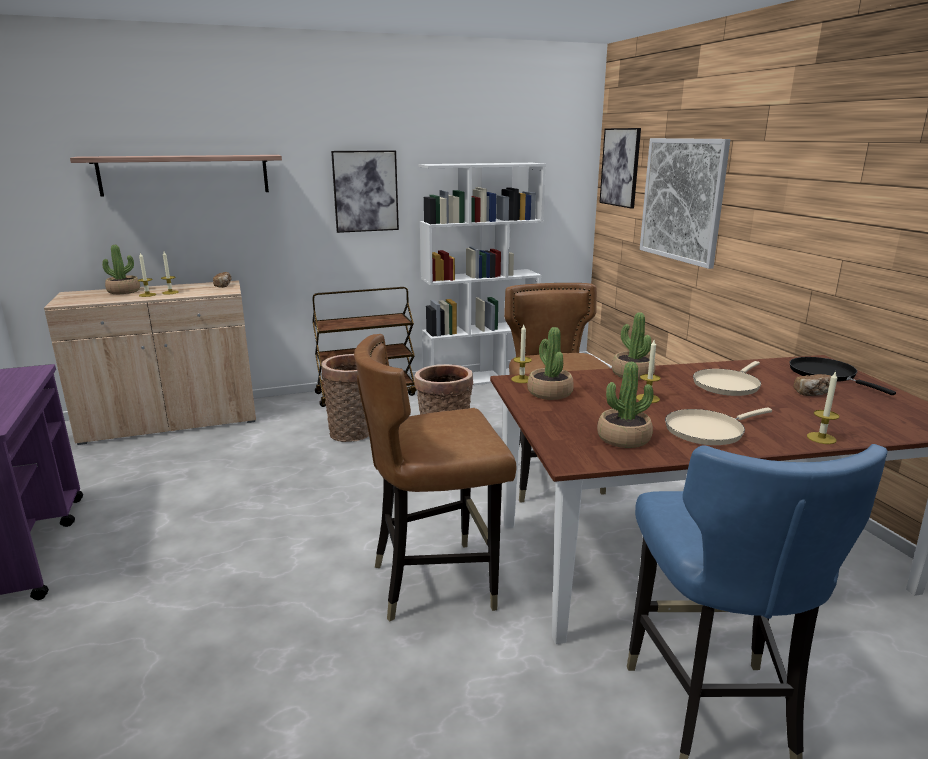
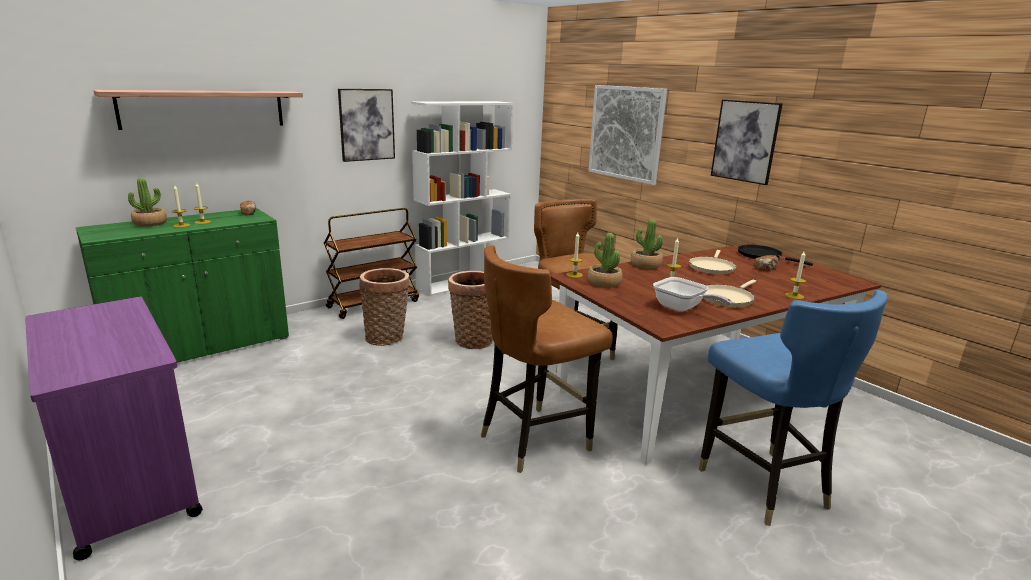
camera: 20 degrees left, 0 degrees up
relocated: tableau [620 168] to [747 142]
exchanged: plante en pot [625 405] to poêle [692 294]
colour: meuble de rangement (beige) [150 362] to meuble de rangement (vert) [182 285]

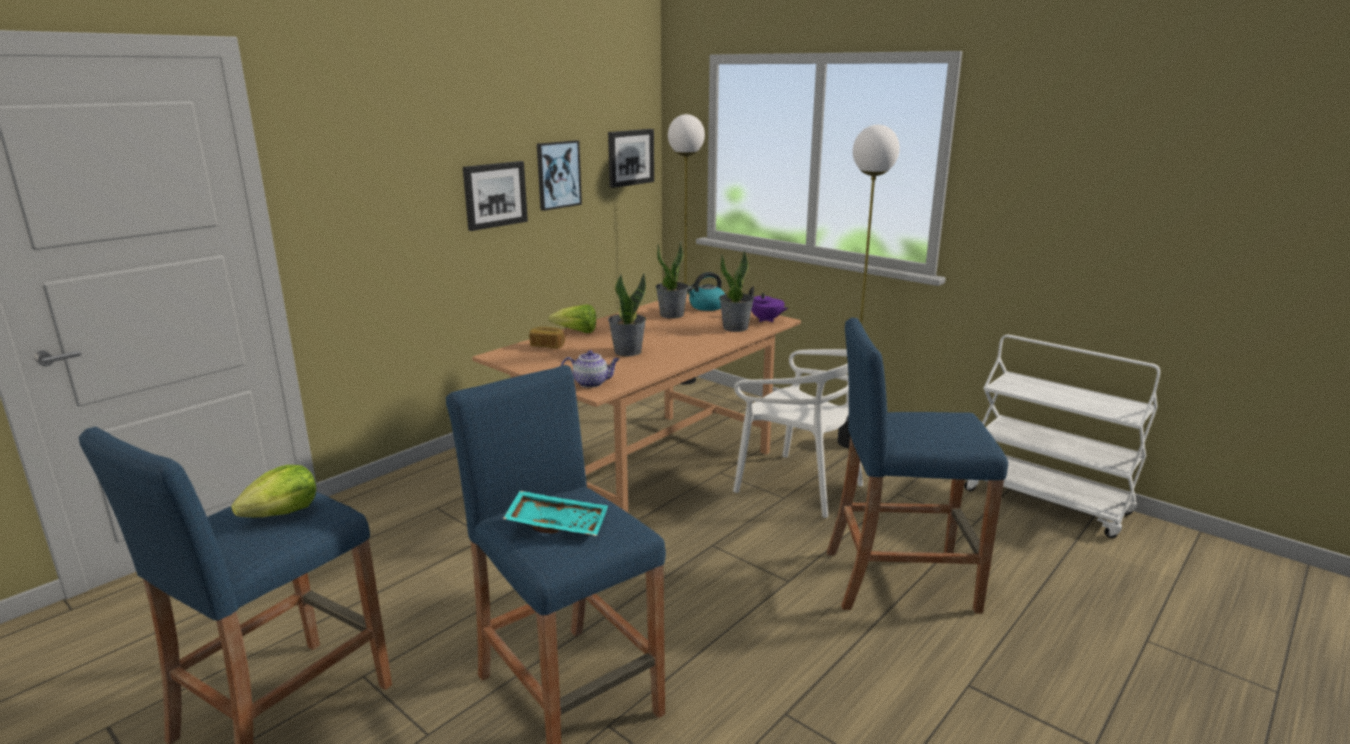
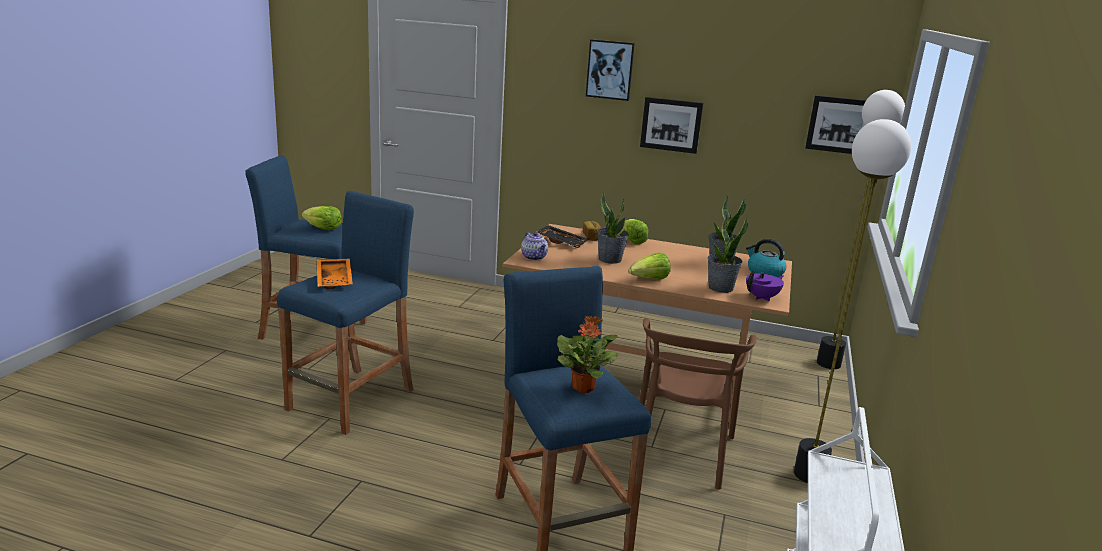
camera: 65 degrees right, 0 degrees up
appeared: plateau (noir) [563 236]; plante en pot [587 354]; laitue [650 266]
relocated: tableau [559 175] to [610 70]
colour: plateau (turquoise) [555 513] to plateau (orange) [335 274]; chaise (blanc) [798 433] to chaise (marron) [698 404]
spun: théière (violet) [768 304] = [765 285] 150 degrees counterclockwise

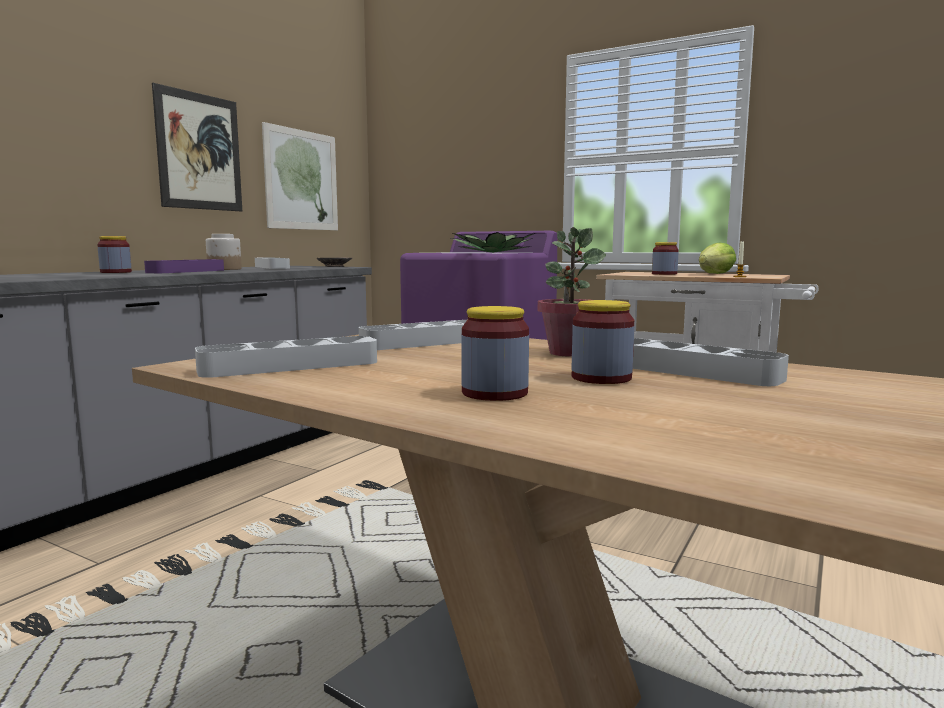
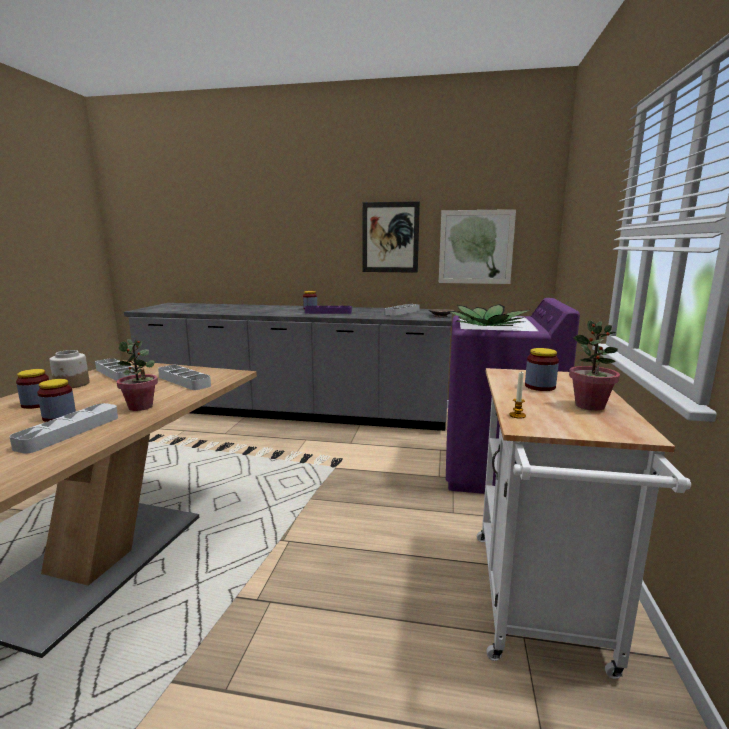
camera: 70 degrees right, 5 degrees up
relocated: bocal [224 252] to [69 369]
exchanged: laitue [717 258] to plante en pot [594 365]

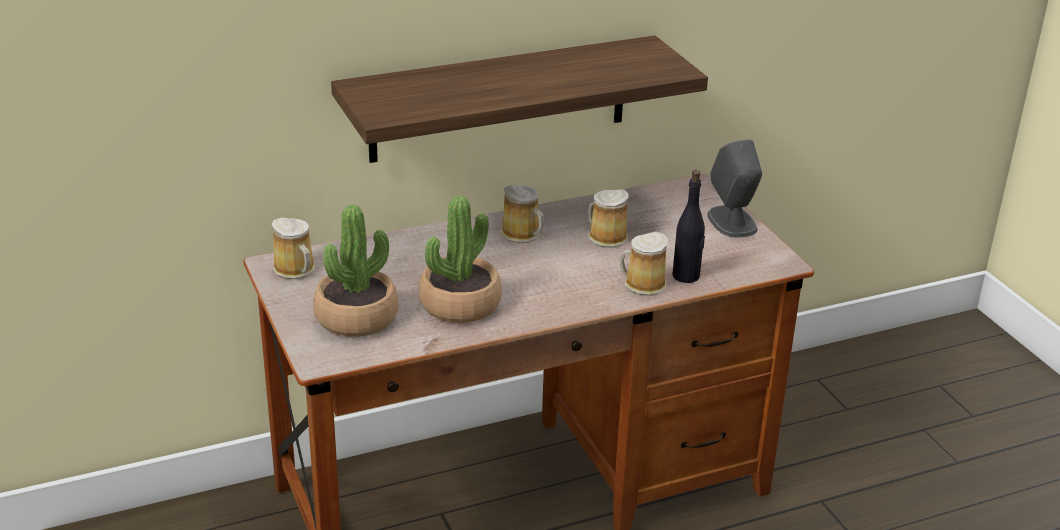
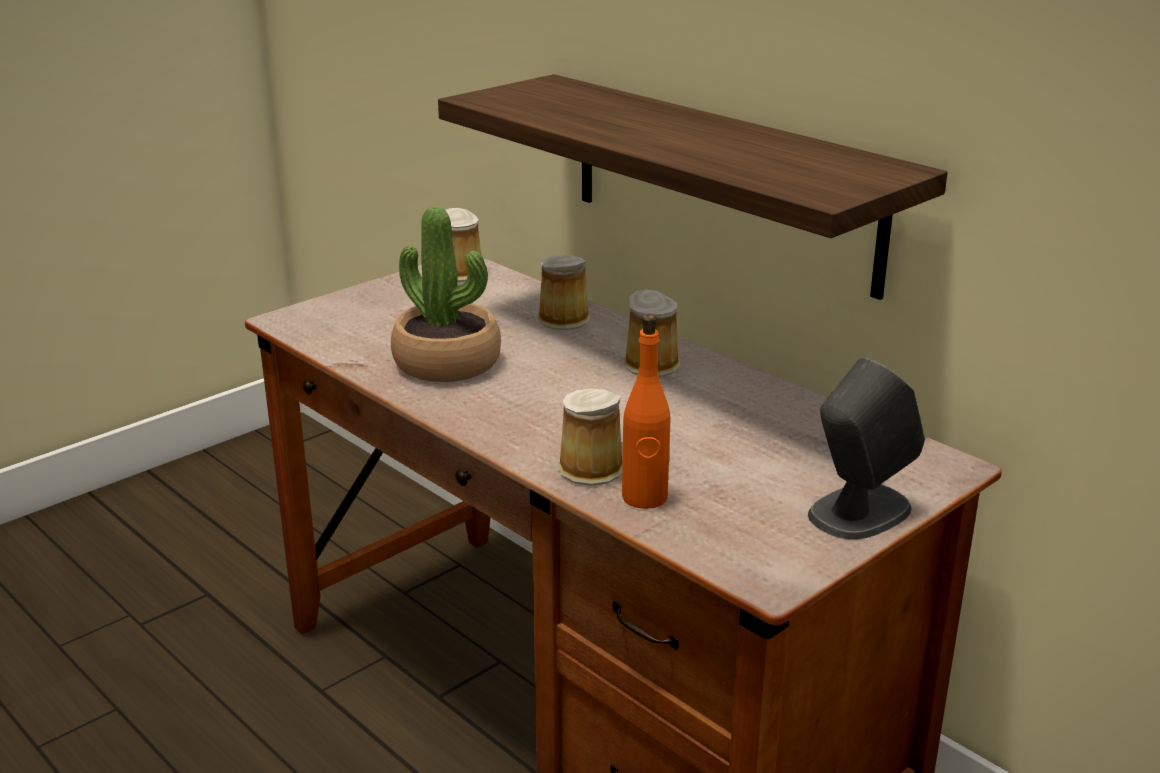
camera: 70 degrees right, 5 degrees down
missing: plante en pot [355 270]
relocated: mug [608 218] to [563 292]
colour: bouteille (noir) [688 226] to bouteille (orange) [646 411]

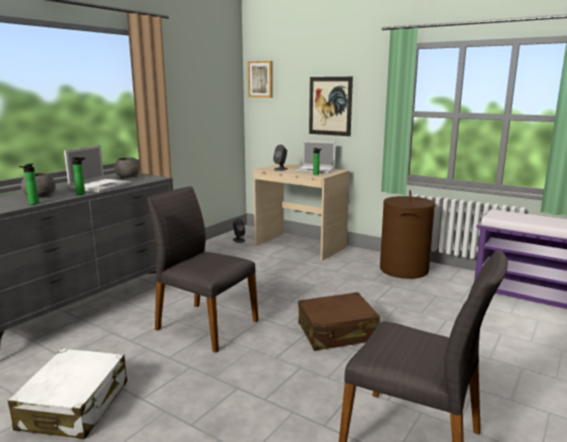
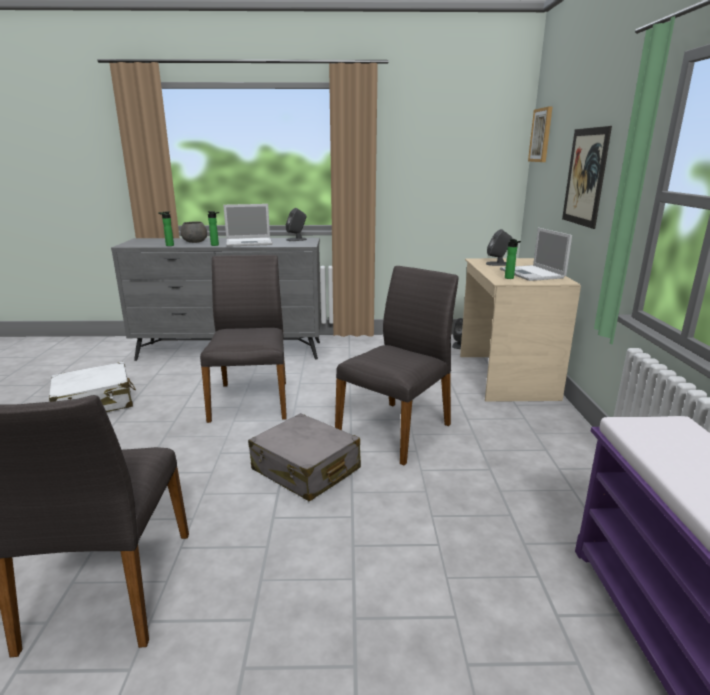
camera: 55 degrees right, 5 degrees up
missing: panier à linge (marron) [408 234]
appeared: chaise (gris) [396 366]
exchanged: bol (gris) [127 167] to enceinte (gris) [296 224]
colour: valise (marron) [339 321] to valise (gris) [304 457]

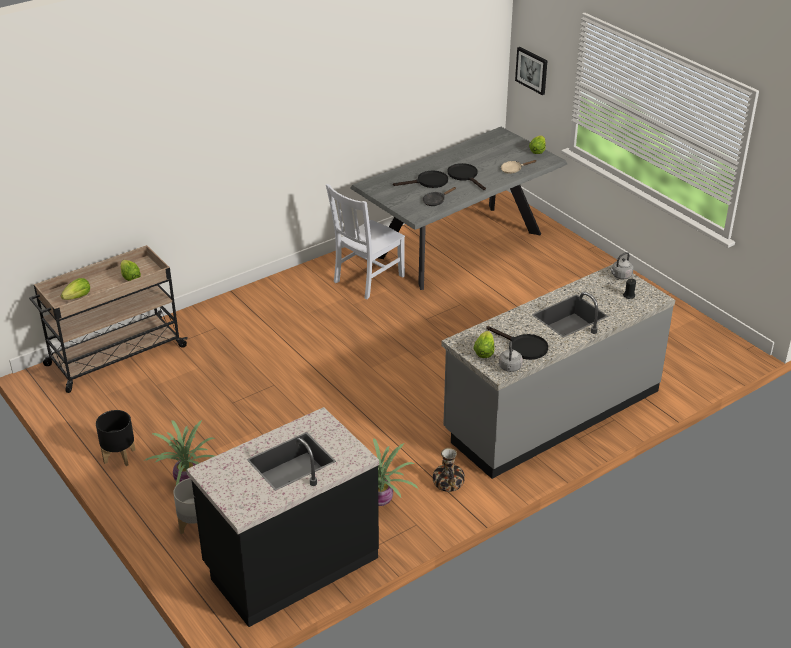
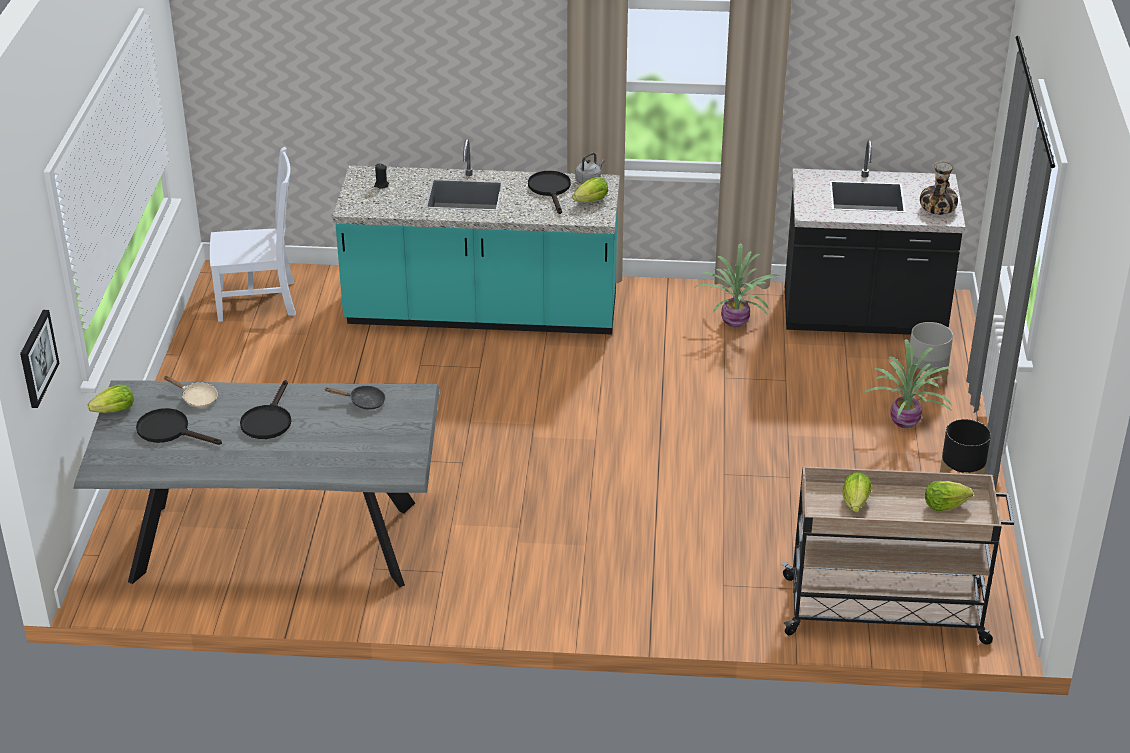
camera: 140 degrees left, 0 degrees up
missing: bouilloire (gris) [621 265]
relocated: poêle (noir) [420 179] to [179 426]; chaise (blanc) [365 241] to [253 234]; vase [449 470] to [939 188]
colour: comptoir de cuisine (gris) [558 371] to comptoir de cuisine (turquoise) [476 236]

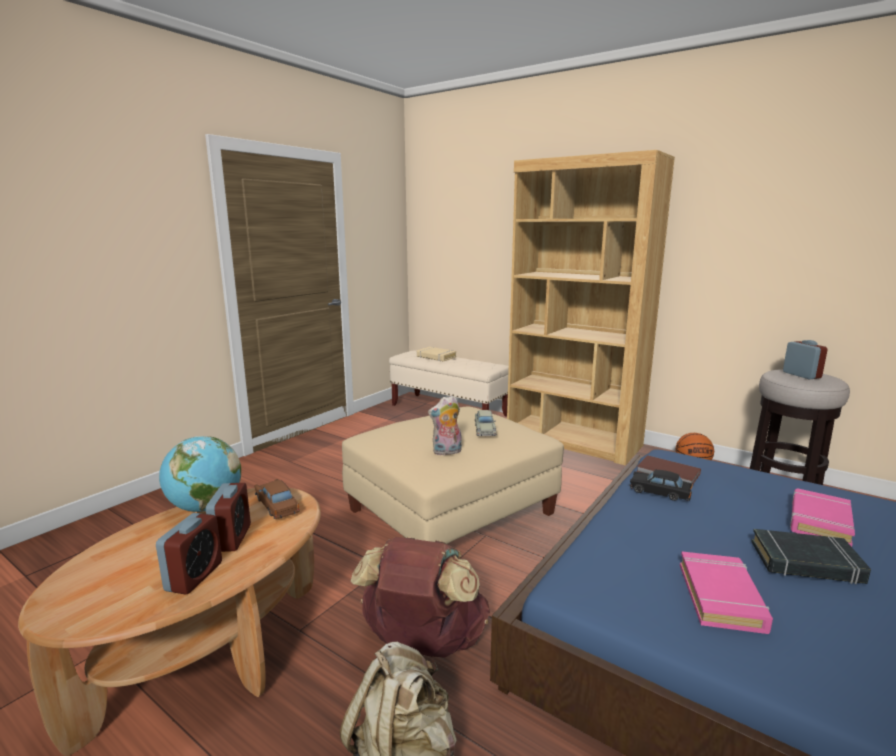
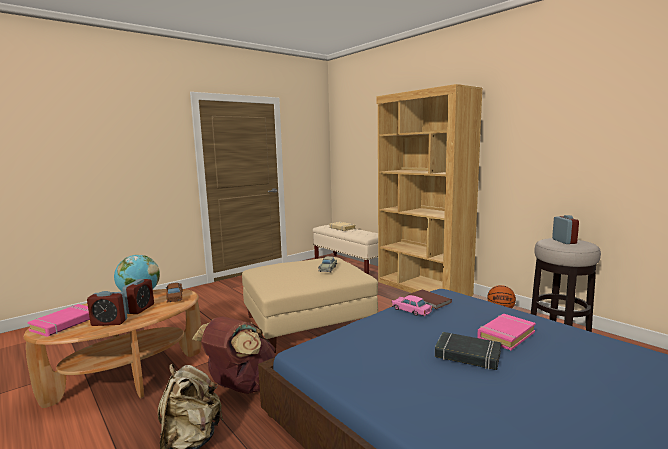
camera: 15 degrees right, 5 degrees down
missing: peluche [445 425]
relocated: livre (rose) [726 593] to [58 320]
colour: petite voiture (noir) [661 485] to petite voiture (rose) [412 305]
spun: réveil [189 554] = [107 308] 60 degrees clockwise

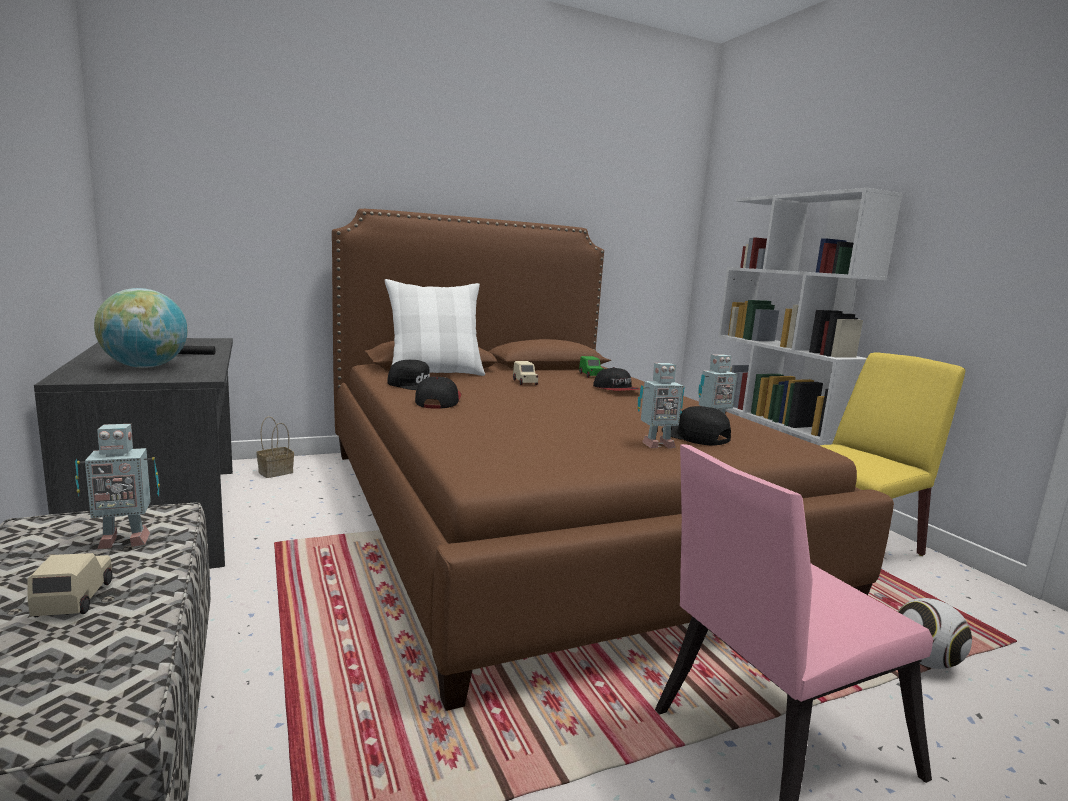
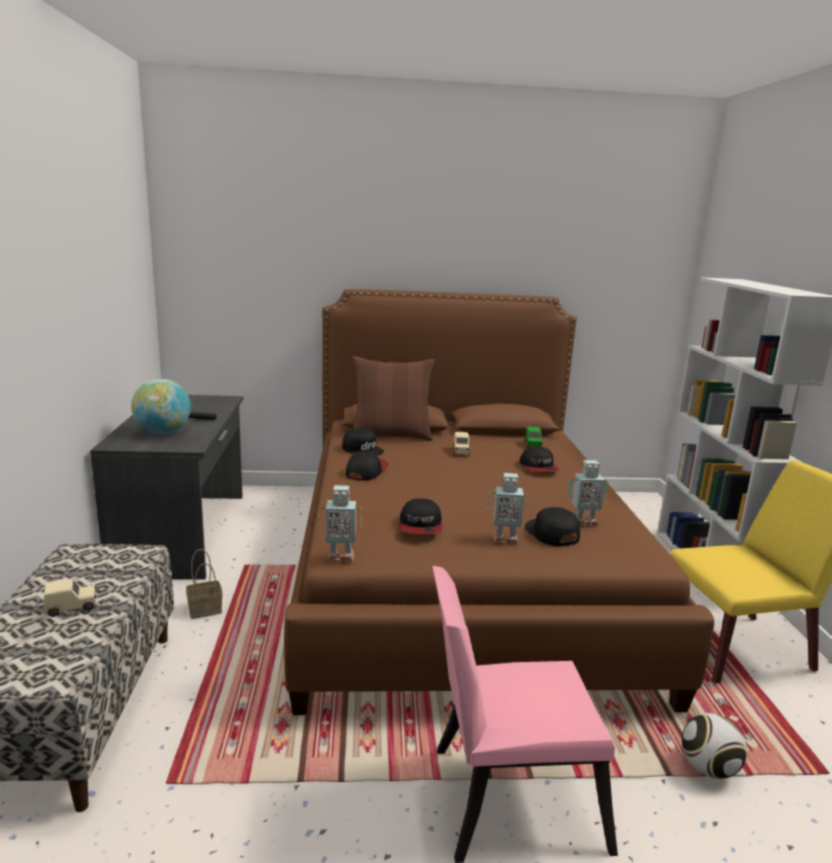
camera: 20 degrees right, 5 degrees up
appeared: casquette [420 516]
relocated: panier [275 447] to [204 584]; robot jouet [117 486] to [340 523]
colour: coussin (blanc) [434 327] to coussin (marron) [393 398]
spun: petite voiture (beige) [69 585] = [69 598] 60 degrees clockwise

